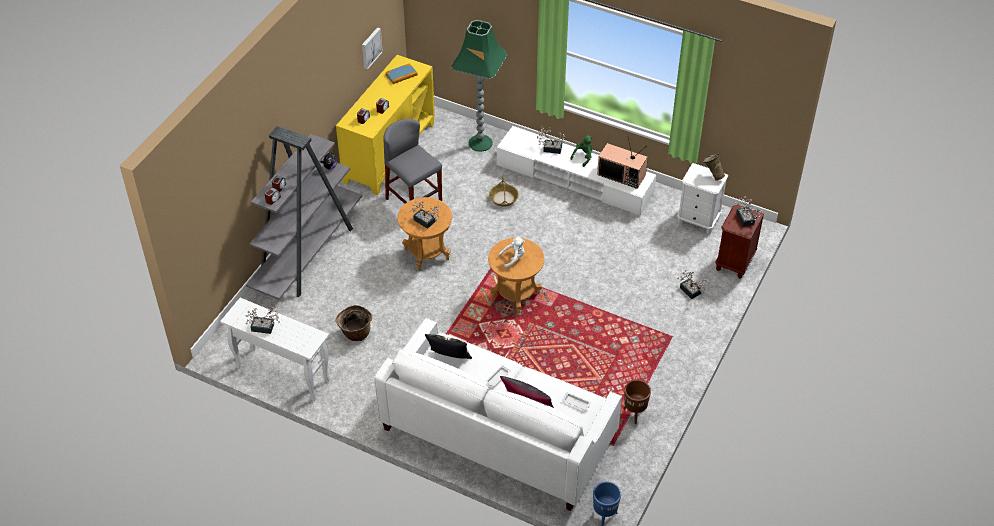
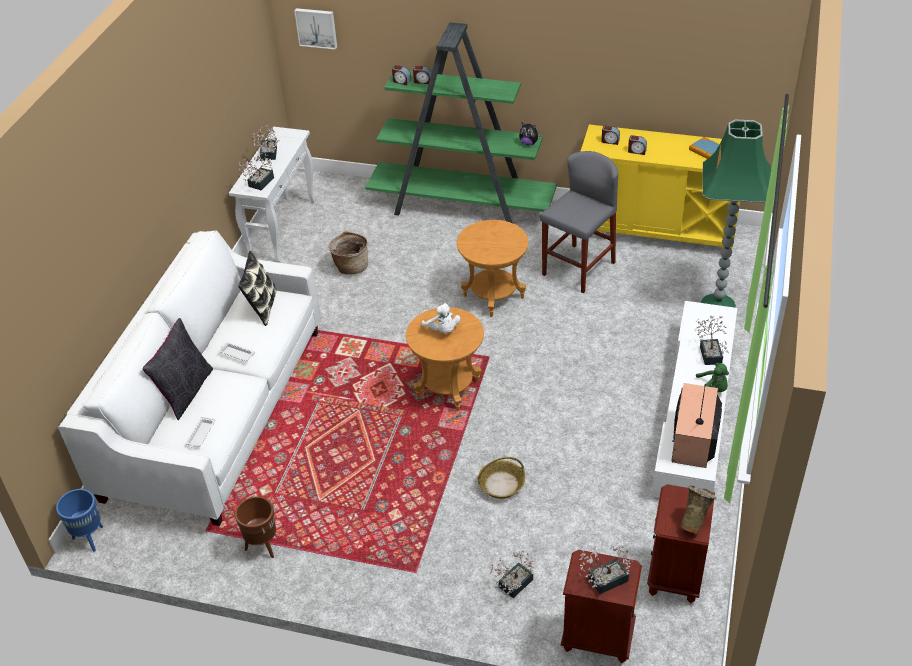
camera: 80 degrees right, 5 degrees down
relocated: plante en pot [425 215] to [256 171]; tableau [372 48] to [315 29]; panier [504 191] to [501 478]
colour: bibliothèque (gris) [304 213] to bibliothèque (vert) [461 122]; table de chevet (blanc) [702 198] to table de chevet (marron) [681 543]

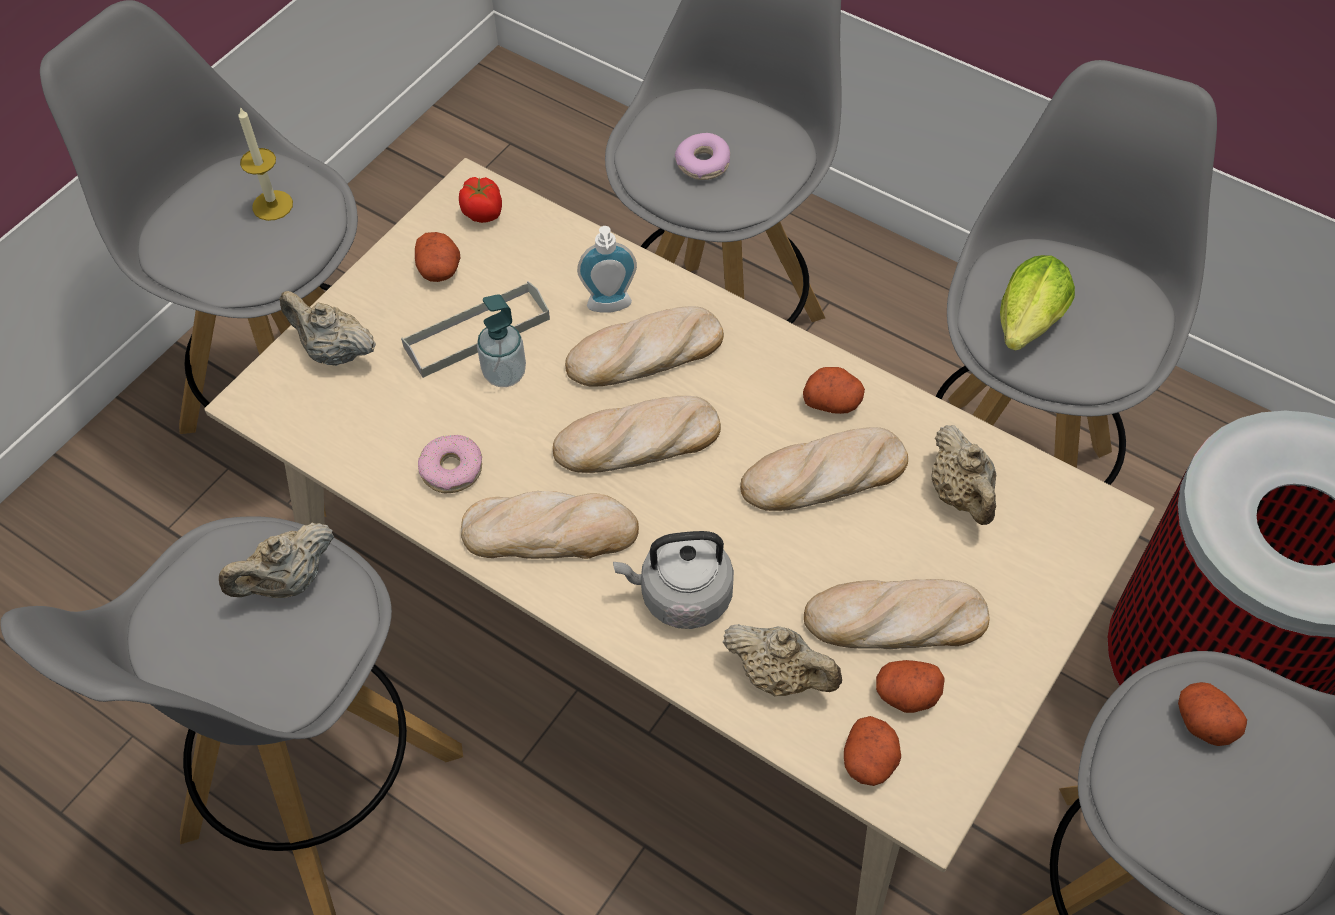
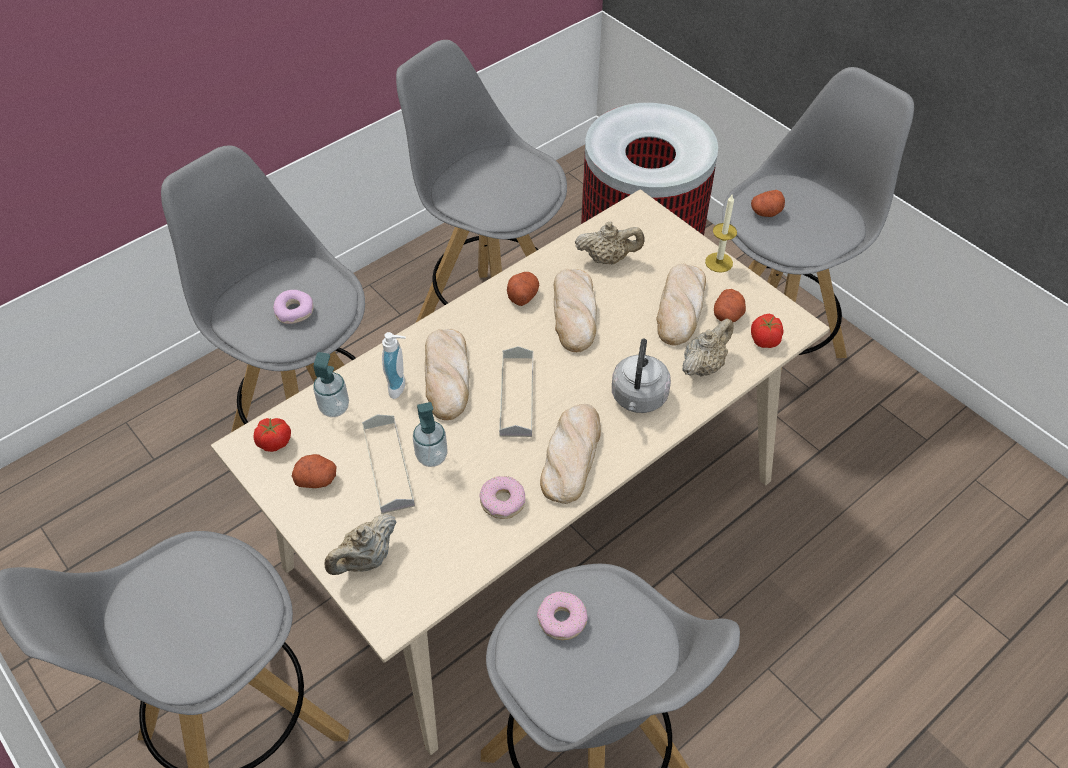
camera: 75 degrees left, 5 degrees down
missing: laitue [1037 303]
appeared: distributeur de savon [331 384]
relocated: bougie [265 164] to [721 234]
exchanged: pain [637 434] to plateau (gris) [516 391]; théière (beige) [276 560] to beignet [562 616]; pomme de terre [872 751] to tomate [767 331]

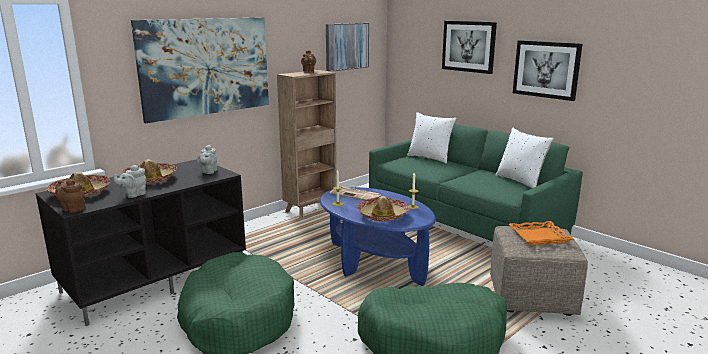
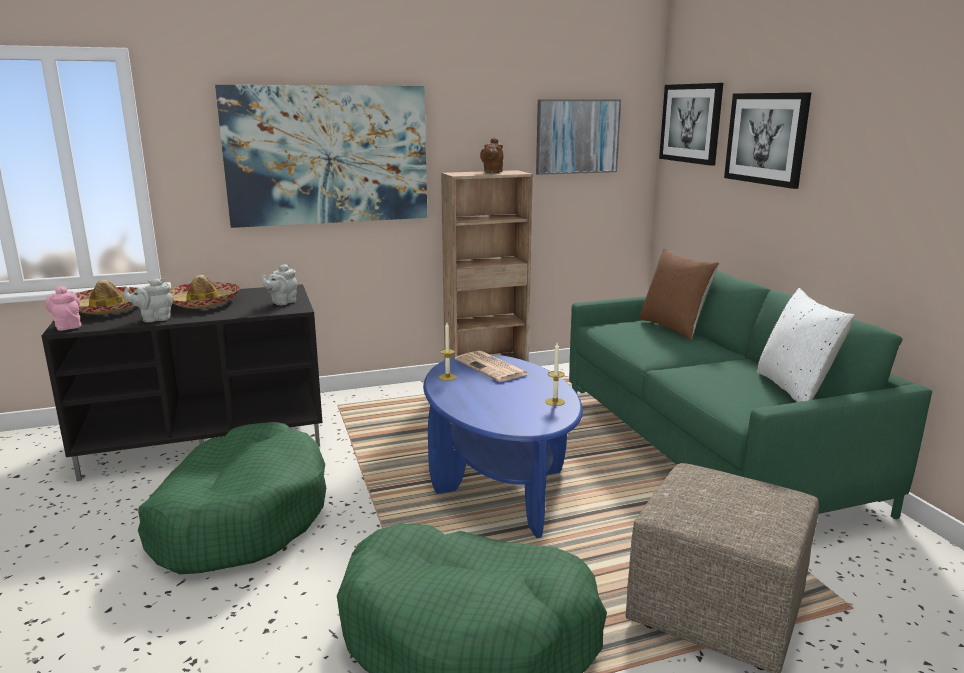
camera: 25 degrees right, 0 degrees up
missing: chapeau [383 209]; plateau (orange) [541 233]
relocated: tableau [548 70] to [691 124]
colour: théière (marron) [70 196] to théière (rose) [63 308]; coussin (blanc) [432 137] to coussin (marron) [679 294]

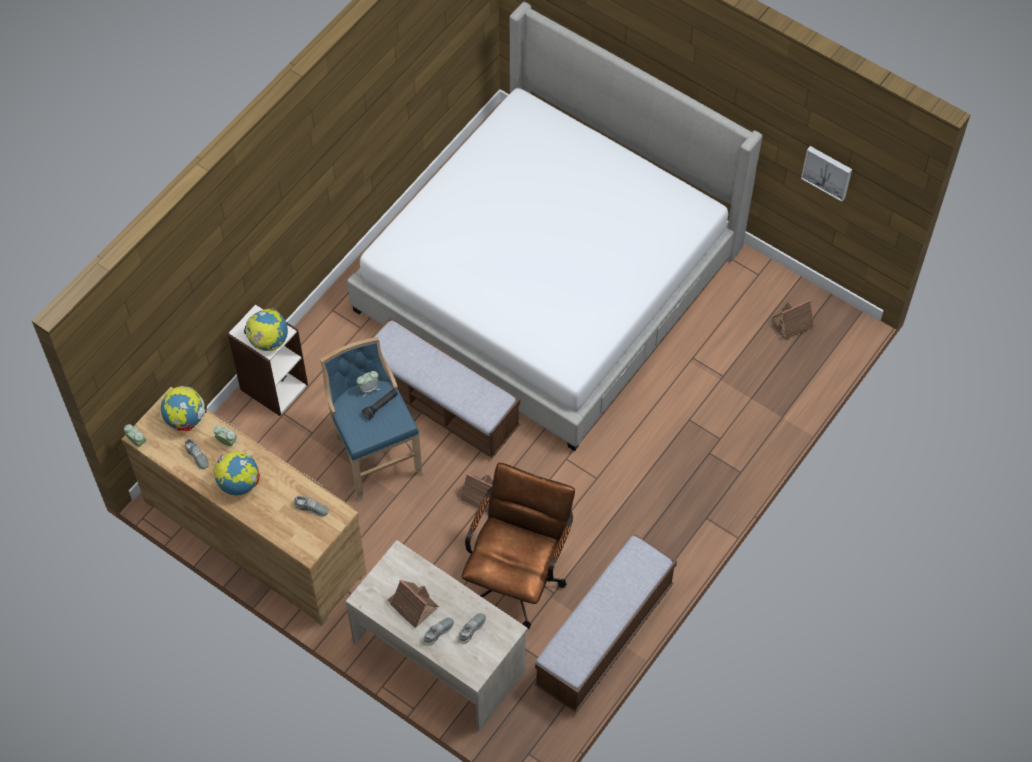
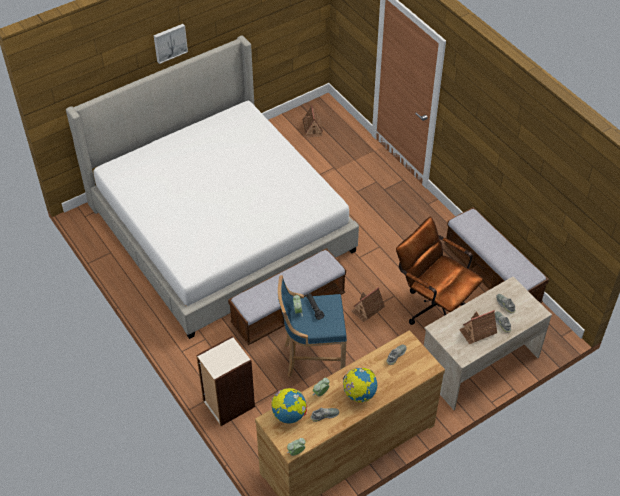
camera: 70 degrees left, 10 degrees down
missing: globe [266 329]
relocated: tableau [826 174] to [170 44]

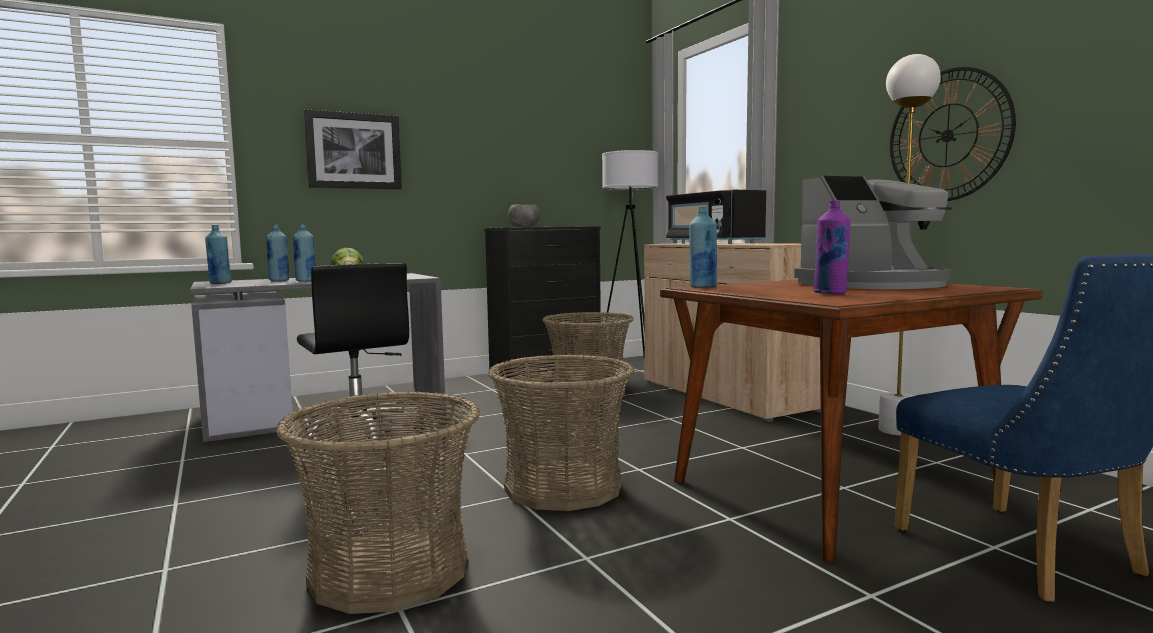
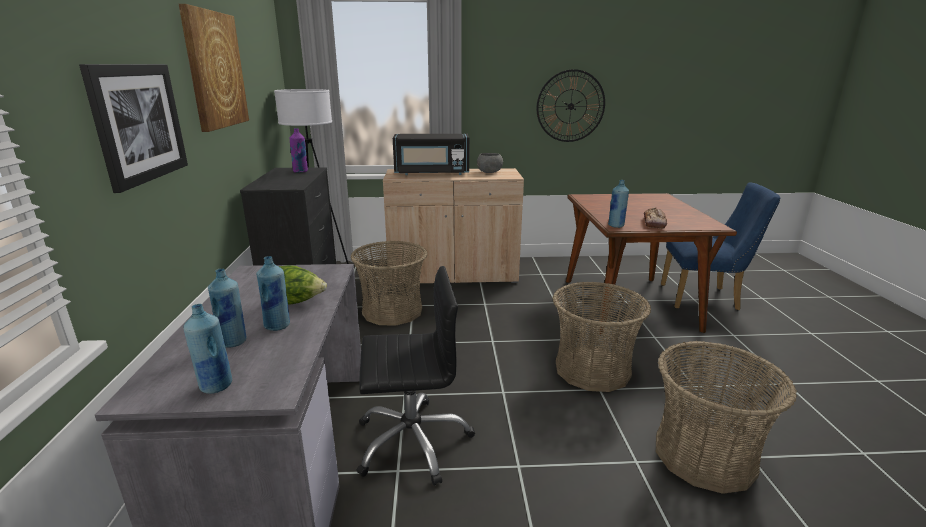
camera: 65 degrees left, 15 degrees up
missing: machine à café [873 232]; lampadaire (blanc) [910 245]
appeared: tableau [214 68]; pain [655 218]
relocated: bouteille (violet) [832 248] to [299 150]; bol (gris) [524 216] to [490 163]

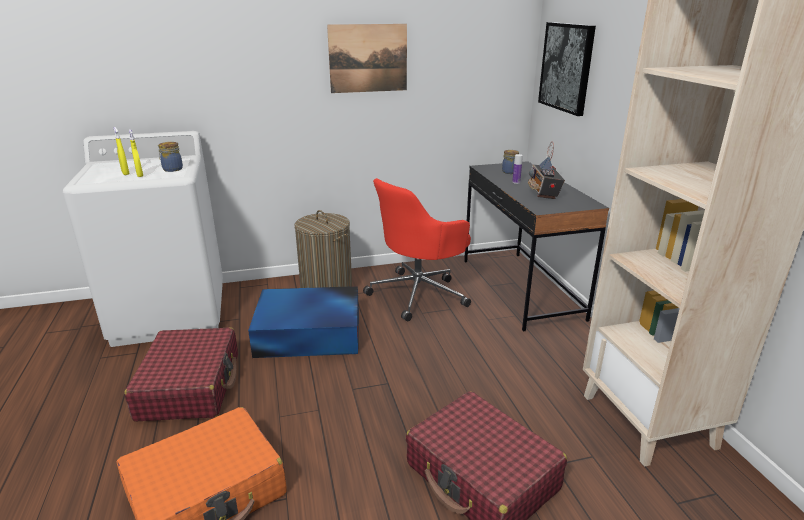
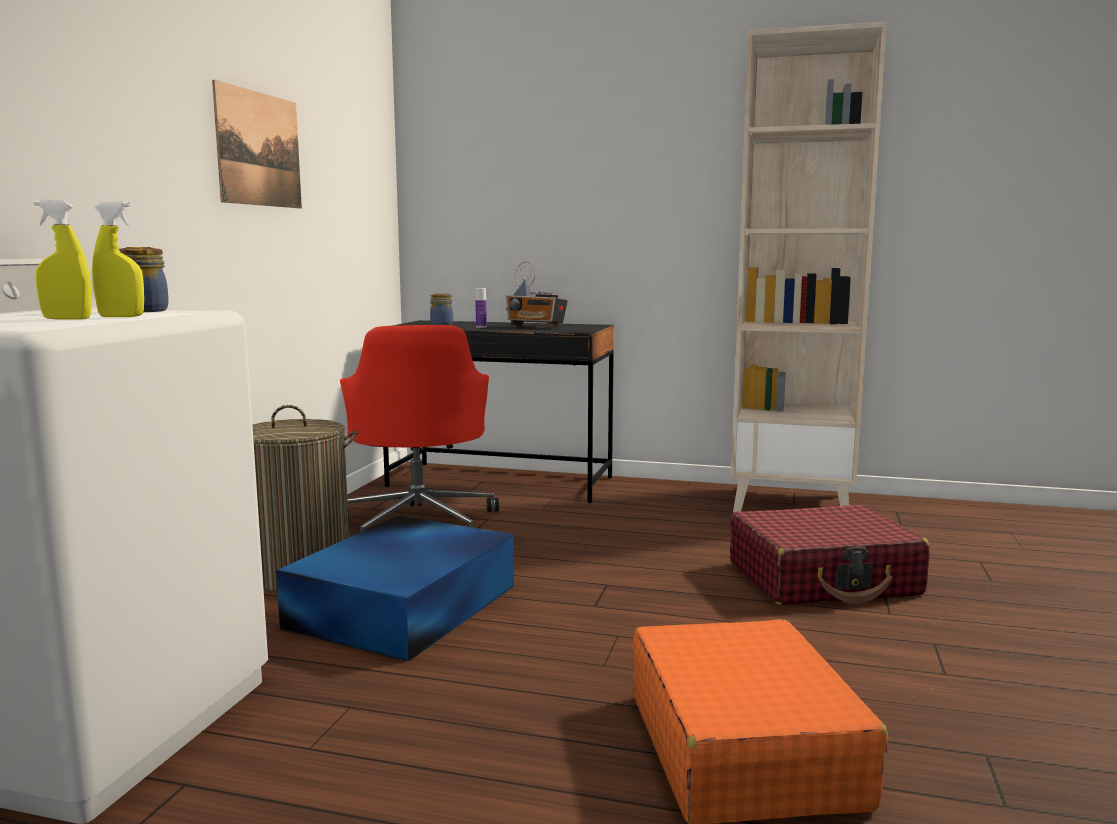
camera: 60 degrees left, 15 degrees down
missing: valise (rouge) [181 374]; tableau [567 69]

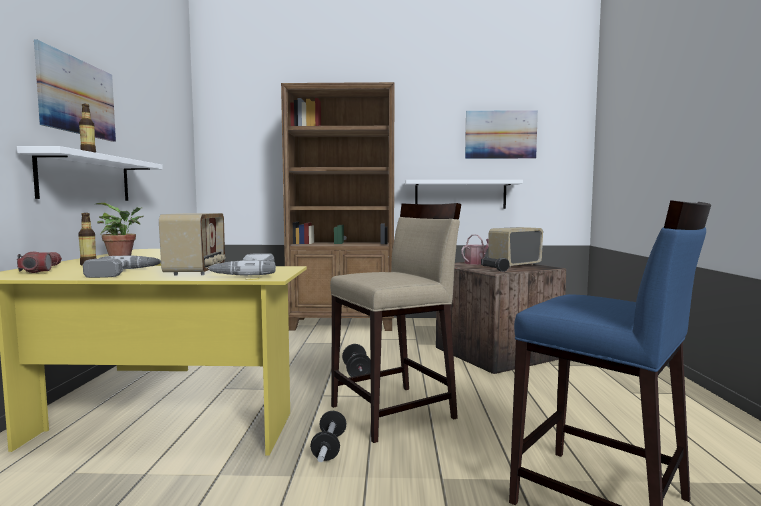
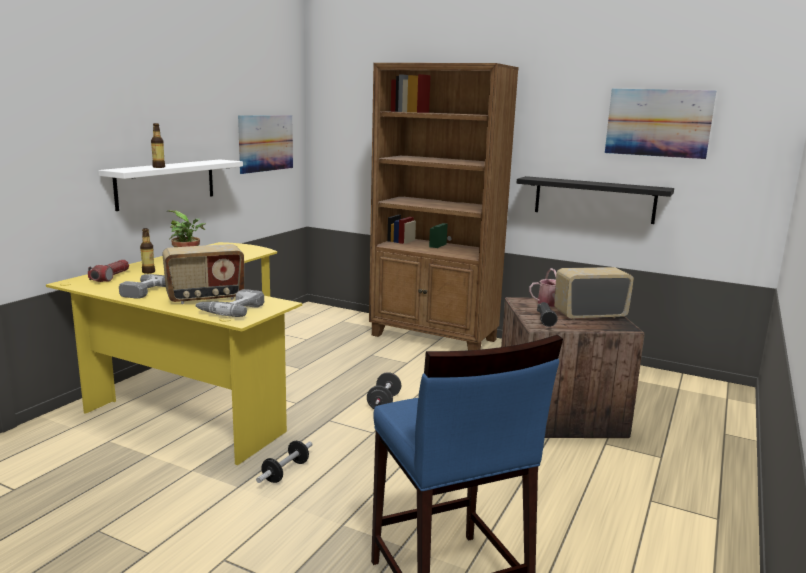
camera: 25 degrees right, 10 degrees up
missing: tabouret (beige) [395 323]
relocated: tableau [75 91] to [265 144]
colour: étagère (blanc) [464 194] to étagère (noir) [595 200]
spun: radio [192 244] = [203 274] 45 degrees clockwise

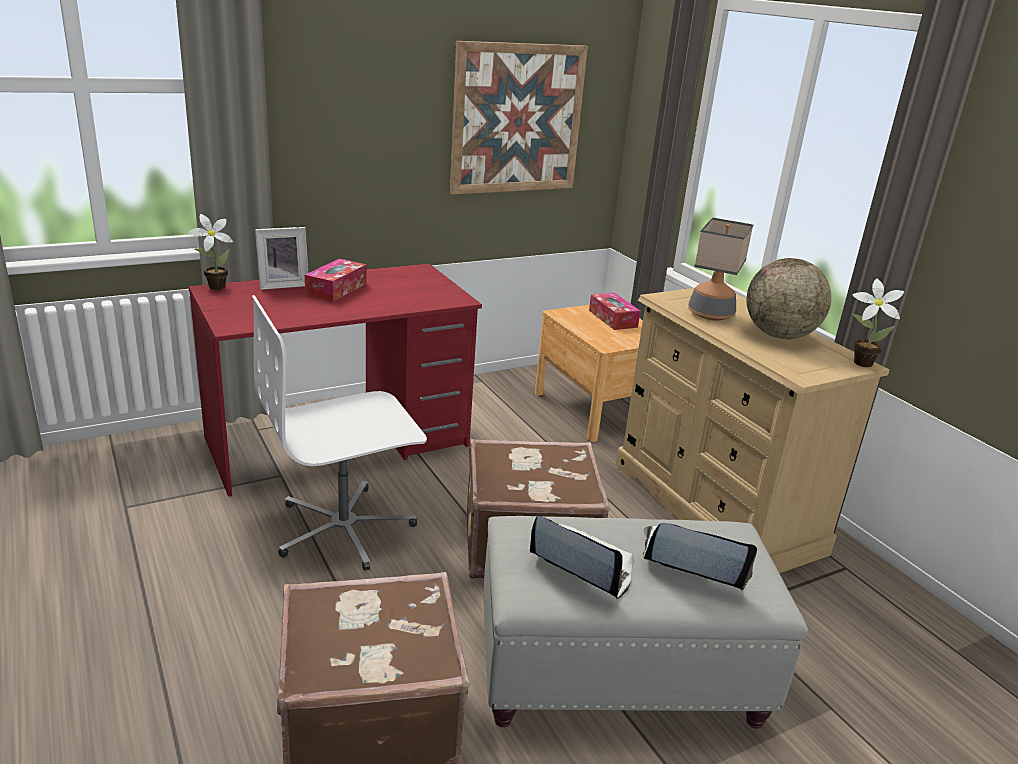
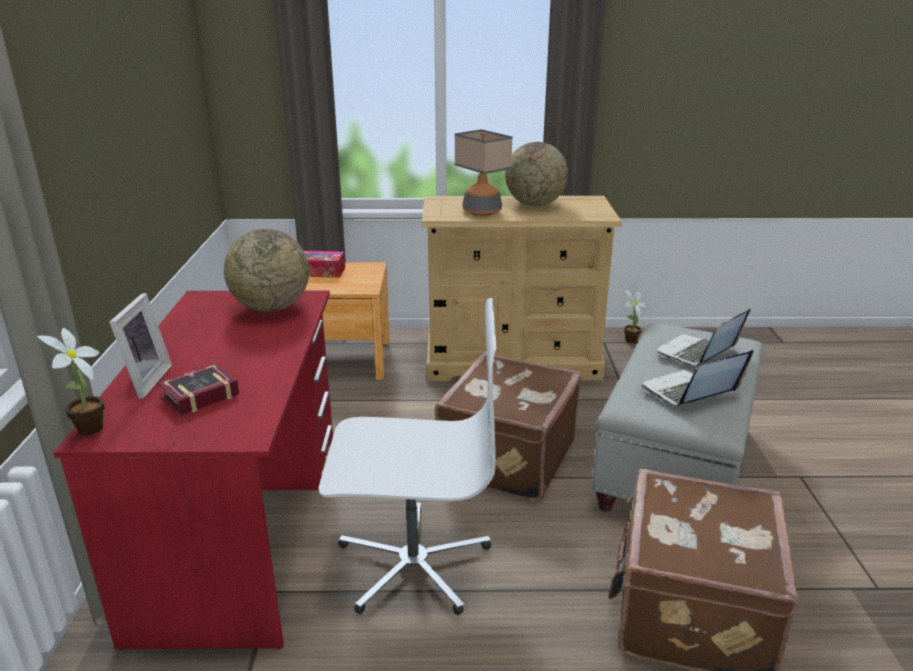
camera: 60 degrees left, 0 degrees up
missing: boîte à mouchoirs [335 280]; tableau [519 117]
appeared: livre [199 389]; globe [266 270]
relocated: plante en pot [878 322] to [636 317]
spun: chaise de bureau (blanc) [339 433] = [408 456] 90 degrees counterclockwise

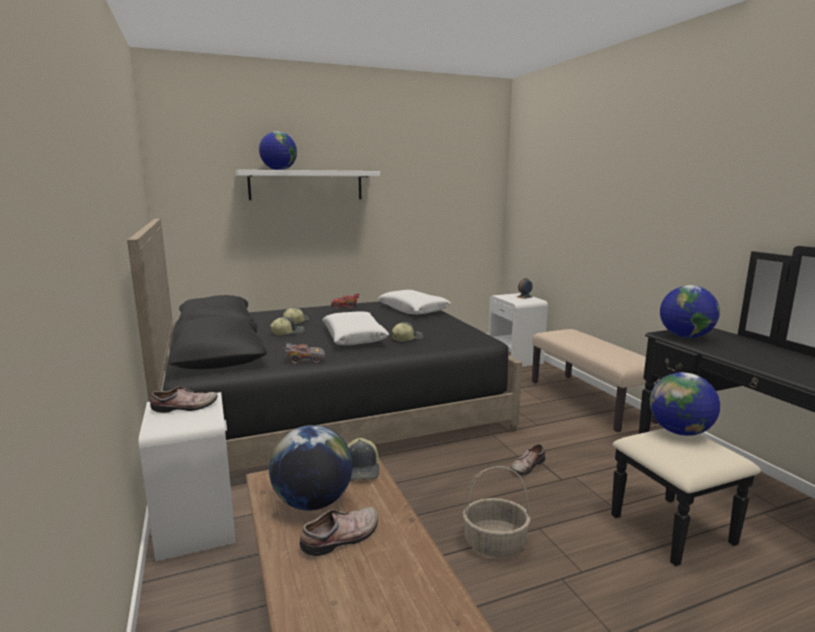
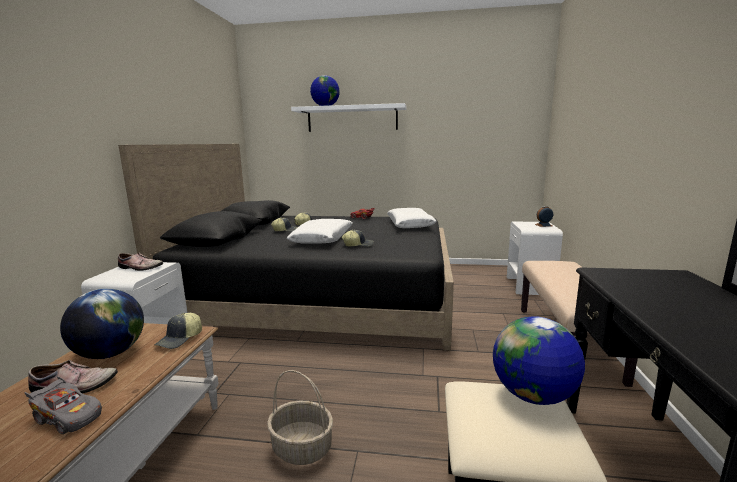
camera: 30 degrees right, 0 degrees up
missing: chaussure [527 459]; globe [690 311]
relocated: petite voiture (gris) [303 353] to [63 405]

